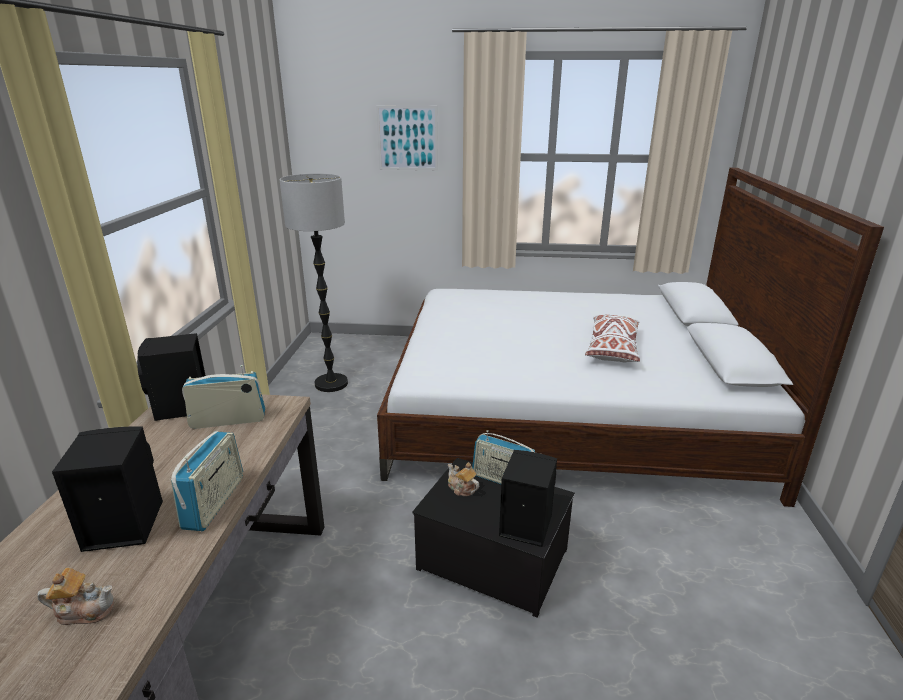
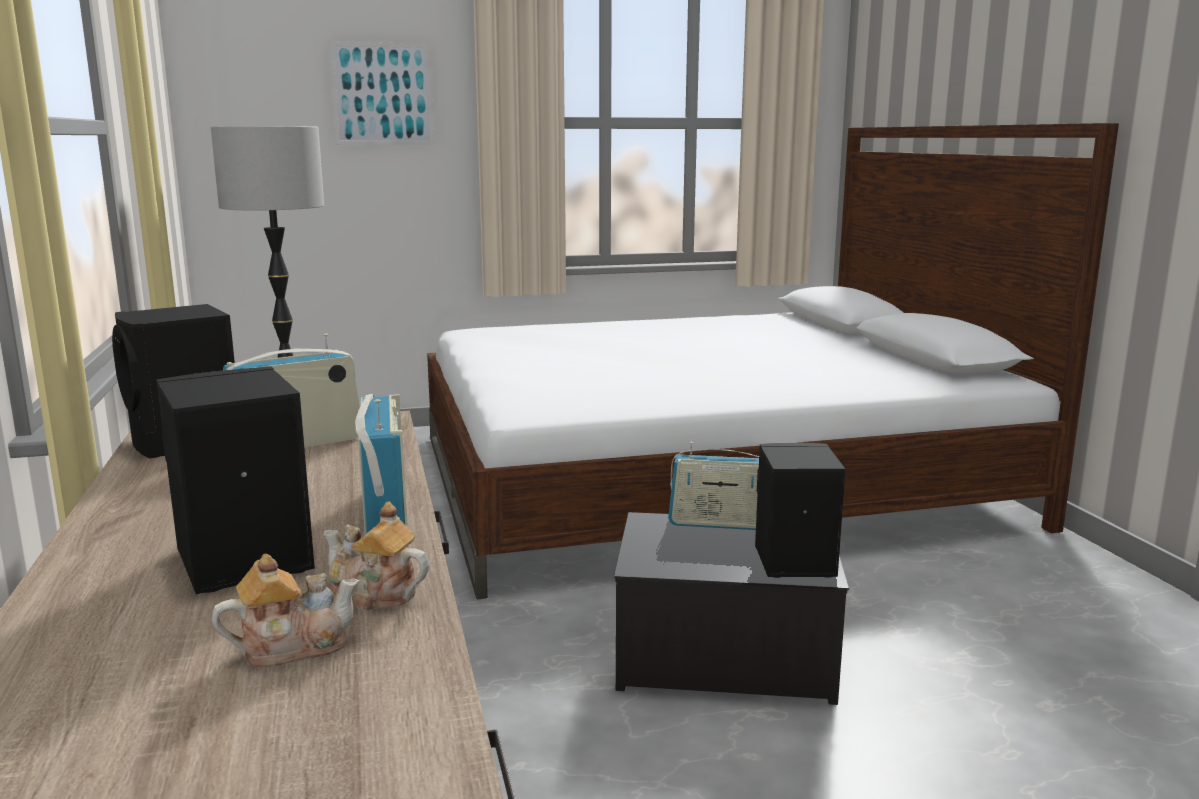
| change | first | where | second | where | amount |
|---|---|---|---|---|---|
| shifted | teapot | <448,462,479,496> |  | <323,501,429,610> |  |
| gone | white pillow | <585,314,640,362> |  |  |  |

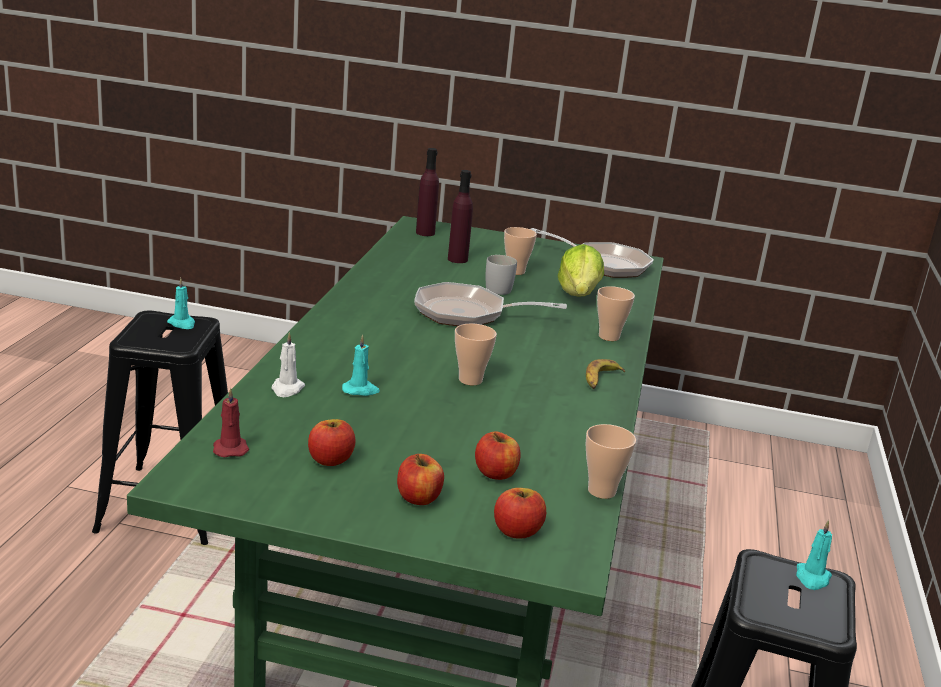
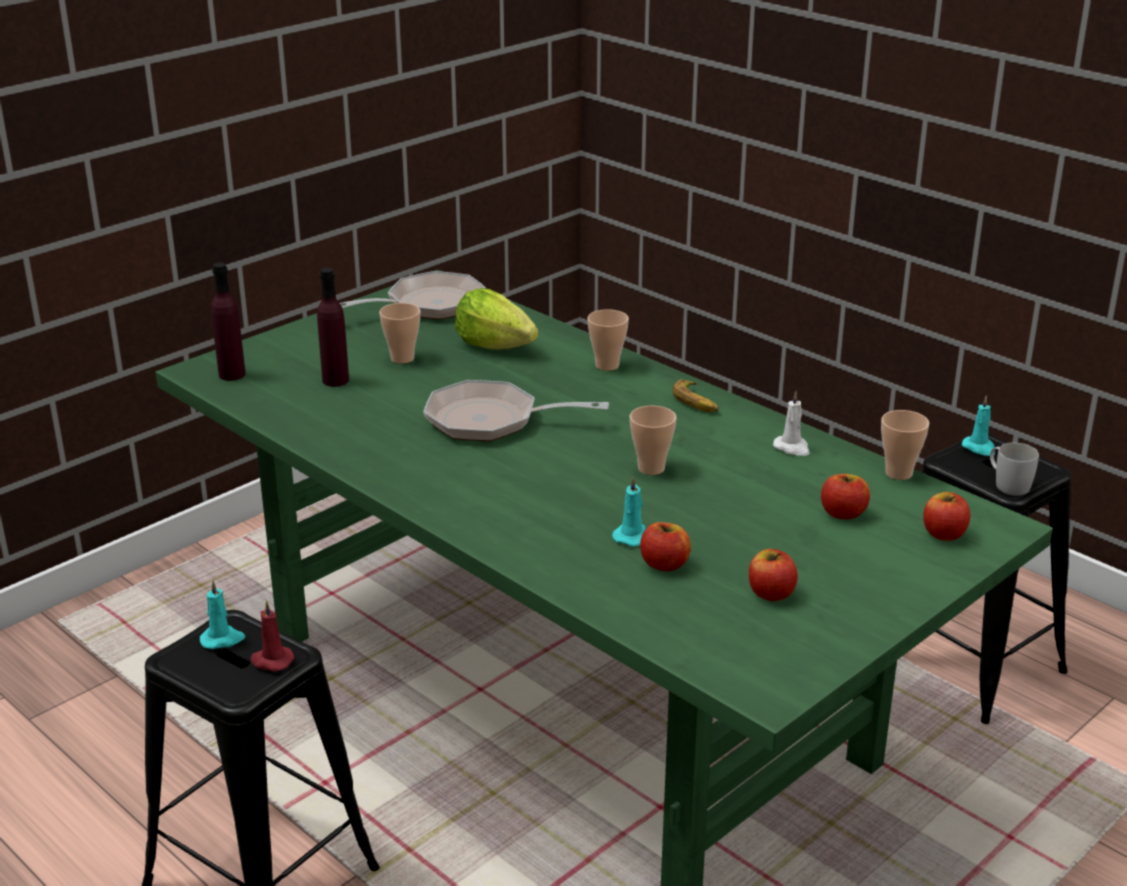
| change | first | where | second | where | amount |
|---|---|---|---|---|---|
| shifted | red candle | <213,388,249,457> |  | <250,601,295,672> |  |
| rotated | frying pan | <414,282,567,326> |  | <423,380,609,441> | 60 degrees clockwise |
| shifted | apple | <397,454,444,505> |  | <640,522,691,571> |  |
| shifted | white candle | <272,332,305,397> |  | <773,391,810,456> |  |
| shifted | white mug | <486,255,517,295> |  | <990,442,1039,496> |  |

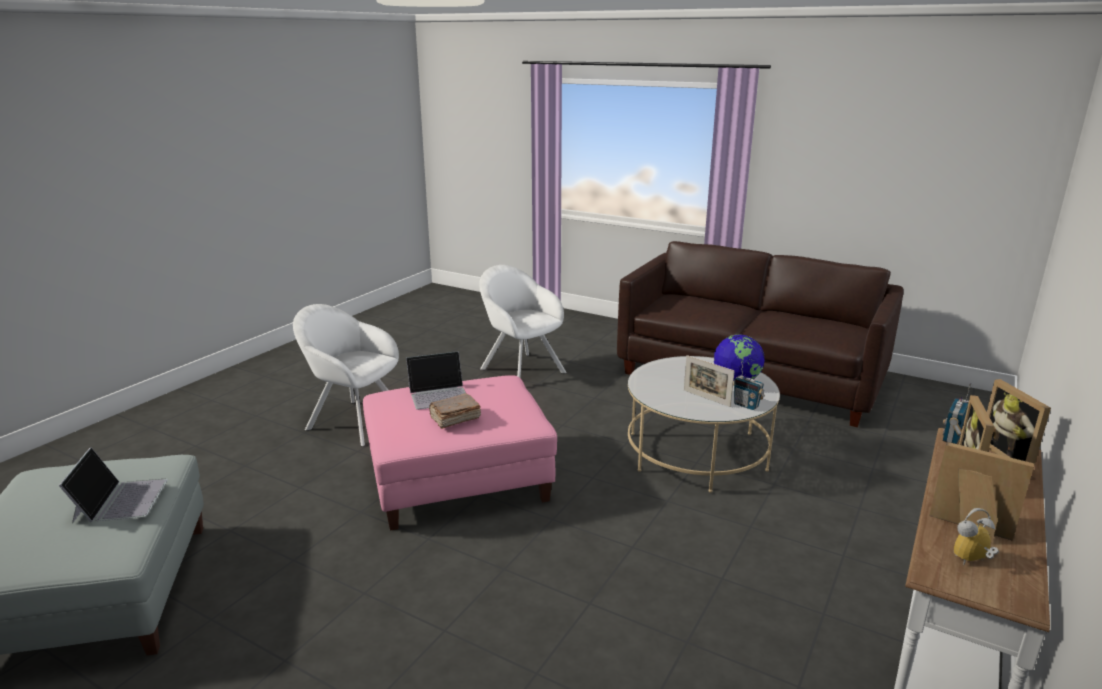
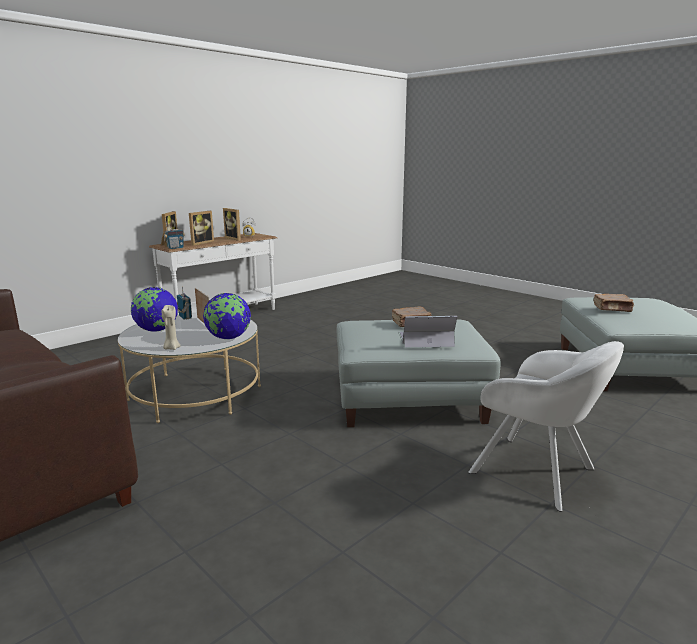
| change | first | where | second | where | amount |
|---|---|---|---|---|---|
| new |  |  | beige candle | <162,305,180,350> |  |
| new |  |  | globe | <203,293,251,339> |  |
| repainted | pink ottoman | <363,375,557,531> | grey ottoman | <337,319,501,427> |  |
| swapped | laptop | <59,447,168,523> | brown book | <593,294,634,312> |  |
| gone | white armchair | <479,265,567,378> |  |  |  |

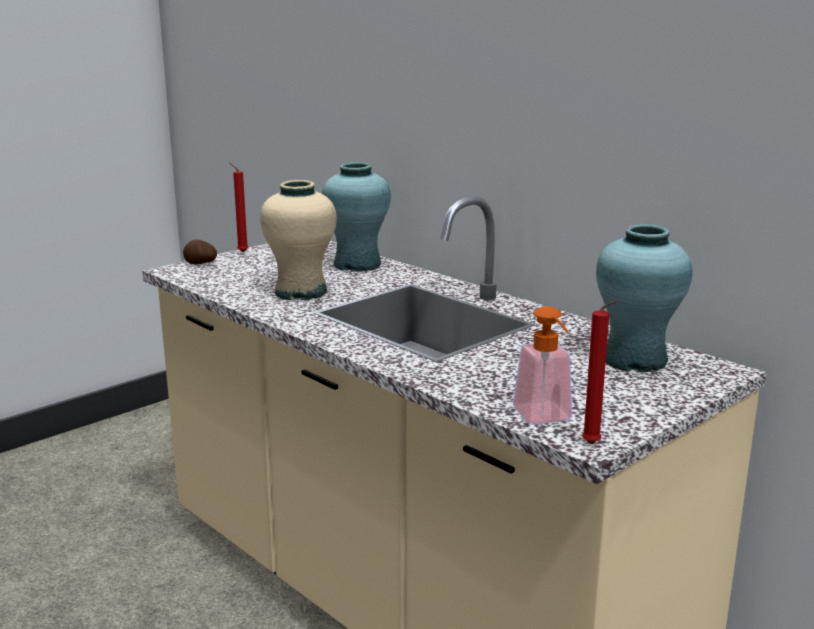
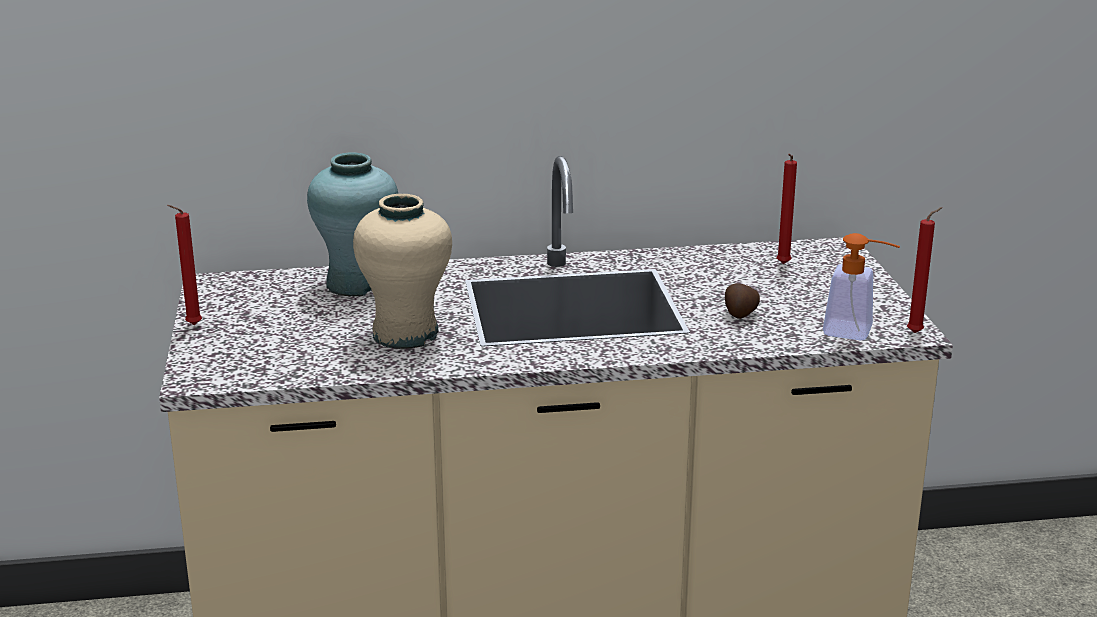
| change | first | where | second | where | amount |
|---|---|---|---|---|---|
| shifted | potato | <183,239,217,264> |  | <725,283,760,319> |  |
| swapped | turquoise vase | <596,224,693,372> | red candle | <777,154,797,264> |  |

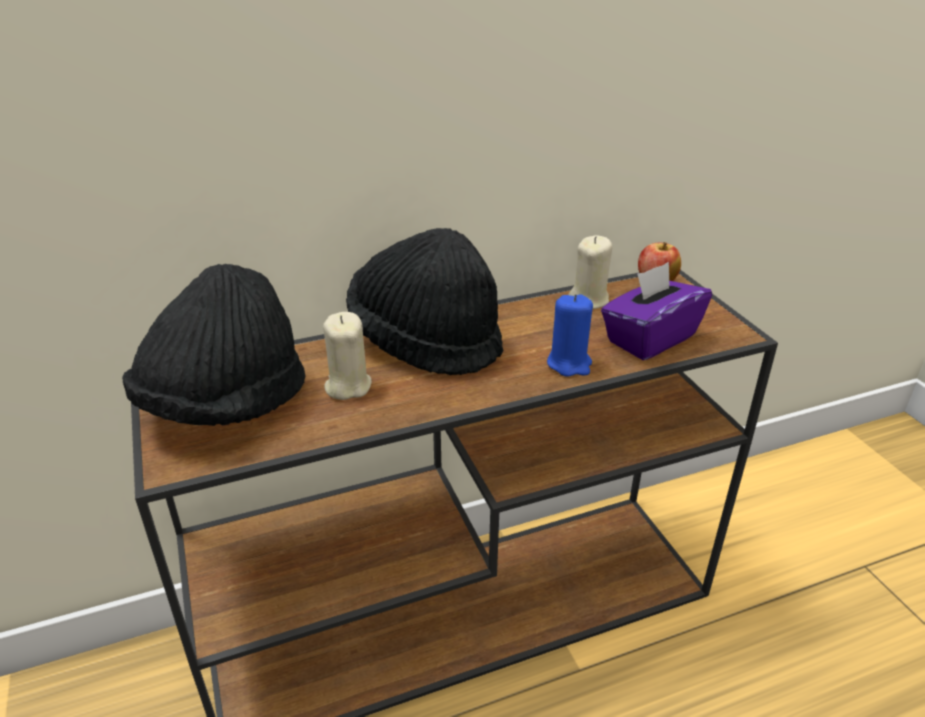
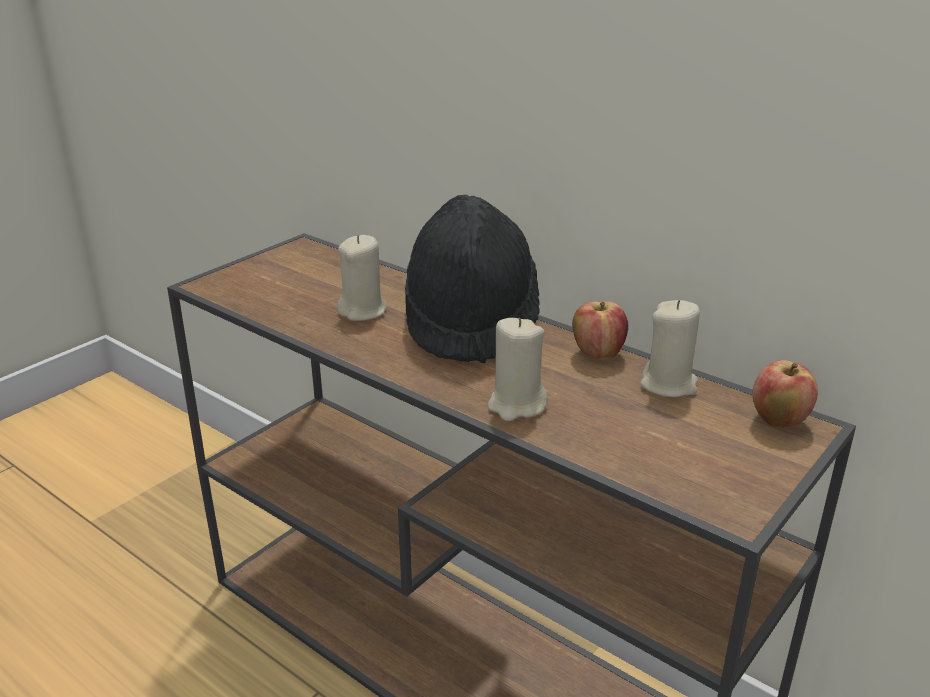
| change | first | where | second | where | amount |
|---|---|---|---|---|---|
| repainted | blue candle | <547,294,593,377> | beige candle | <488,318,548,421> |  |
| new |  |  | apple | <572,301,628,360> |  |
| gone | black hat | <122,264,306,426> |  |  |  |
| gone | purple tissue box | <601,262,712,360> |  |  |  |

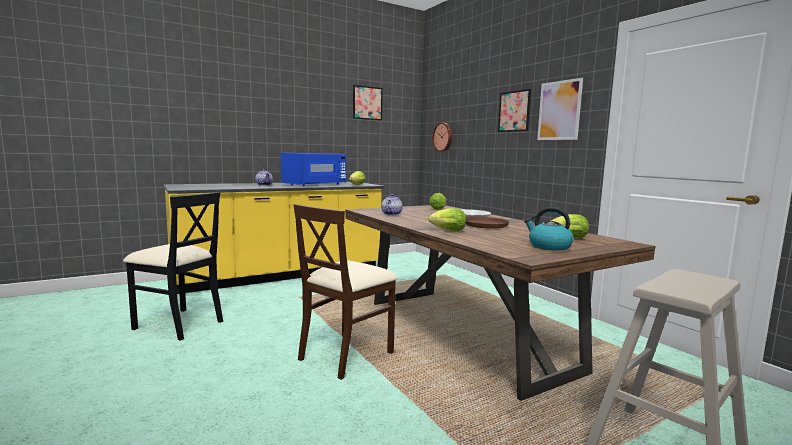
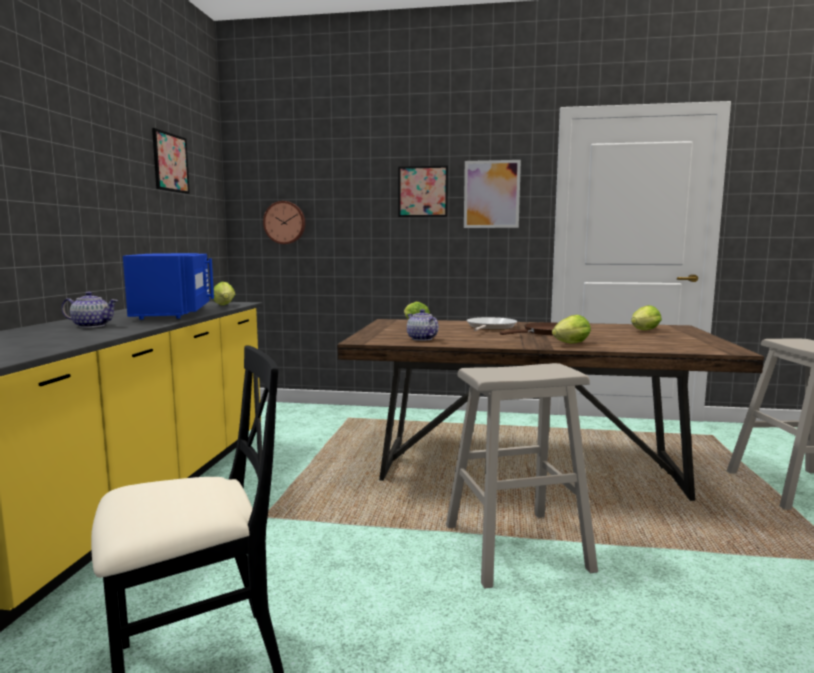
| change | first | where | second | where | amount |
|---|---|---|---|---|---|
| swapped | beige chair | <294,204,398,380> | beige stool | <446,363,598,589> |  |
| gone | kettle | <524,207,574,251> |  |  |  |

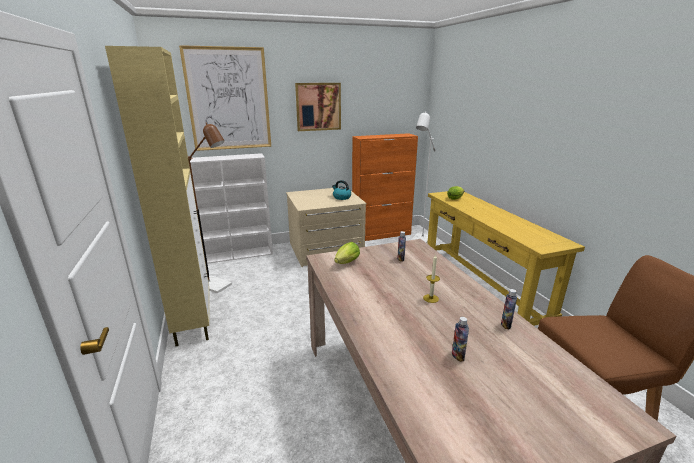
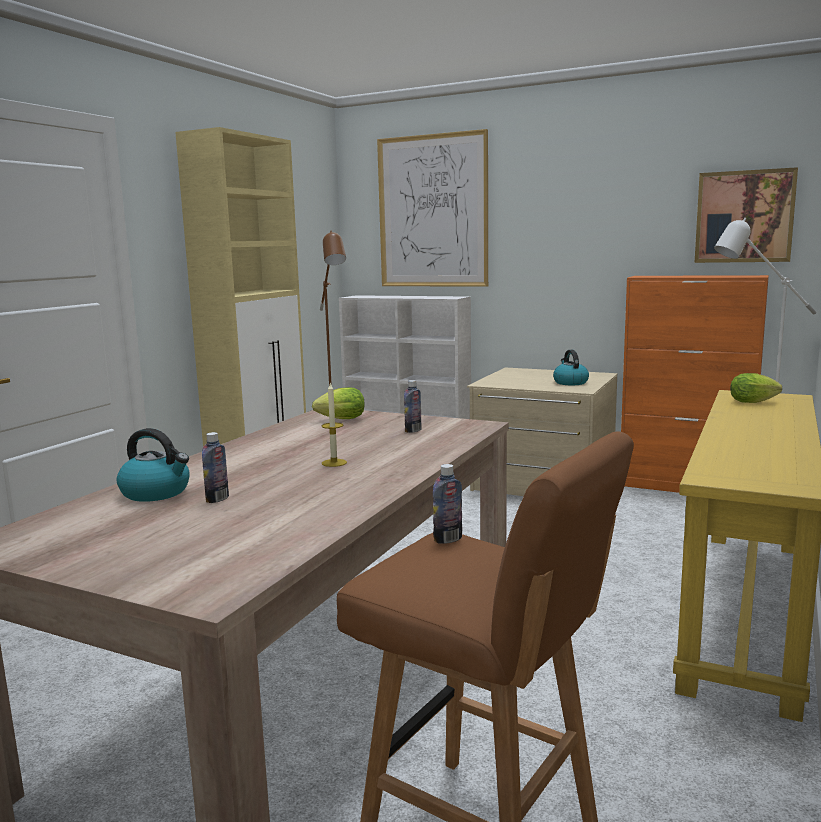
| change | first | where | second | where | amount |
|---|---|---|---|---|---|
| new |  |  | kettle | <117,428,190,502> |  |
| shifted | bottle | <501,289,517,329> |  | <433,464,462,544> |  |
| shifted | picture | <295,83,341,131> |  | <694,167,798,263> |  |

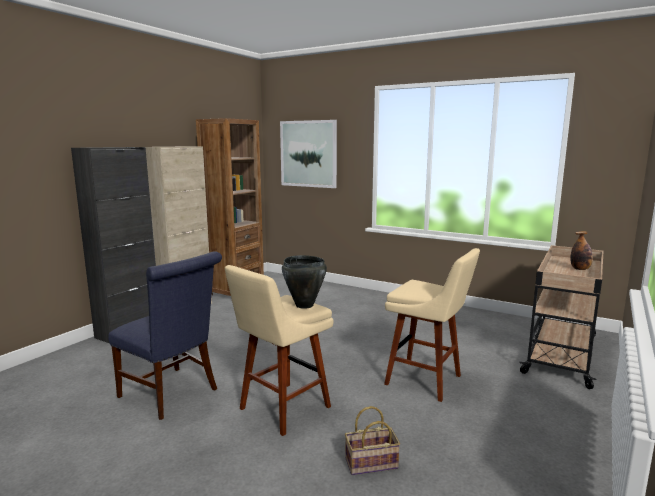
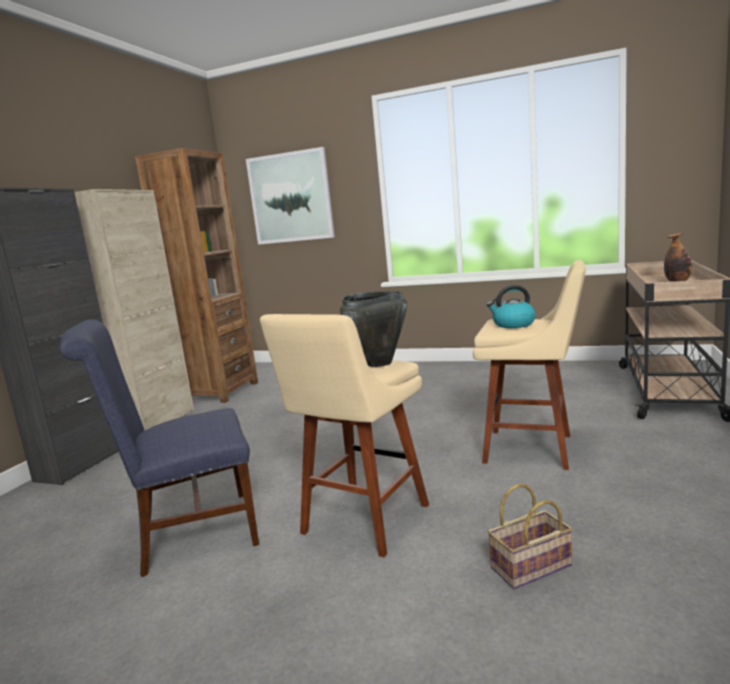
| change | first | where | second | where | amount |
|---|---|---|---|---|---|
| rotated | blue chair | <108,251,222,420> |  | <60,319,259,577> | 135 degrees clockwise |
| new |  |  | kettle | <487,285,536,328> |  |

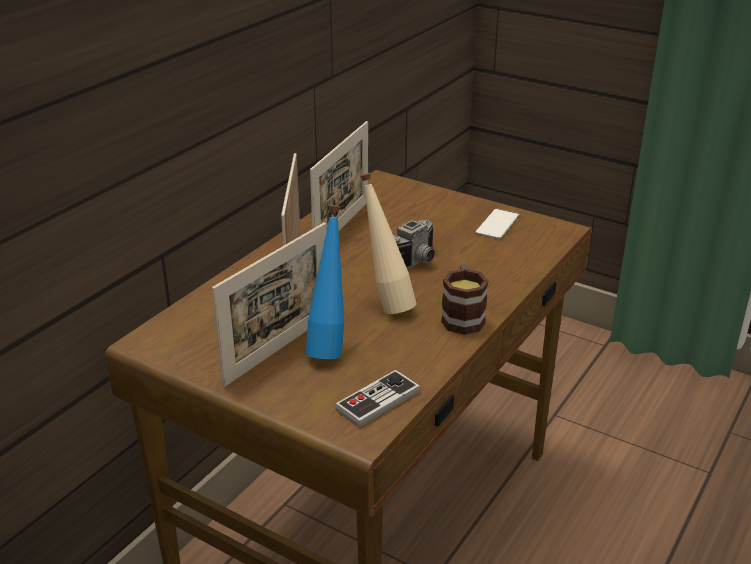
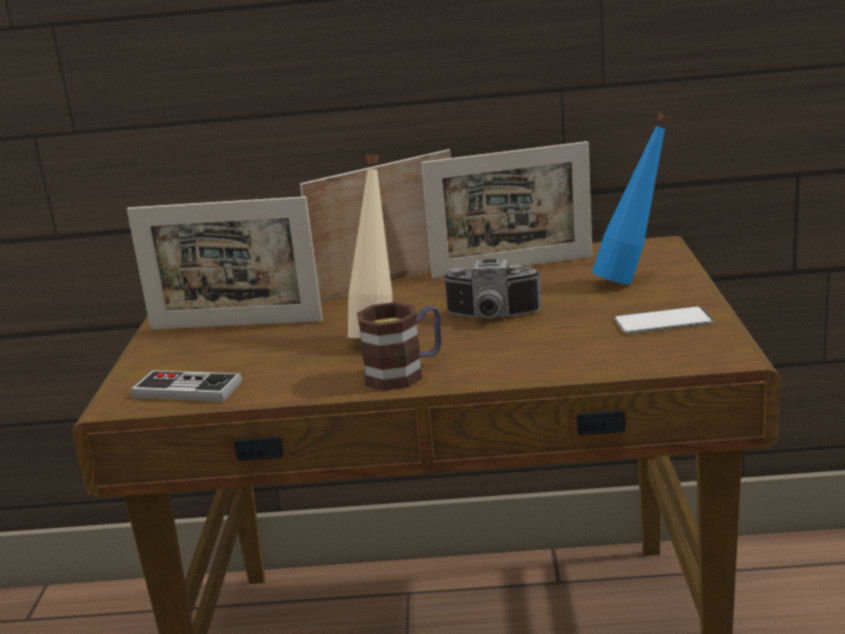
| change | first | where | second | where | amount |
|---|---|---|---|---|---|
| shifted | blue bottle | <306,205,344,359> |  | <592,112,671,284> |  |

